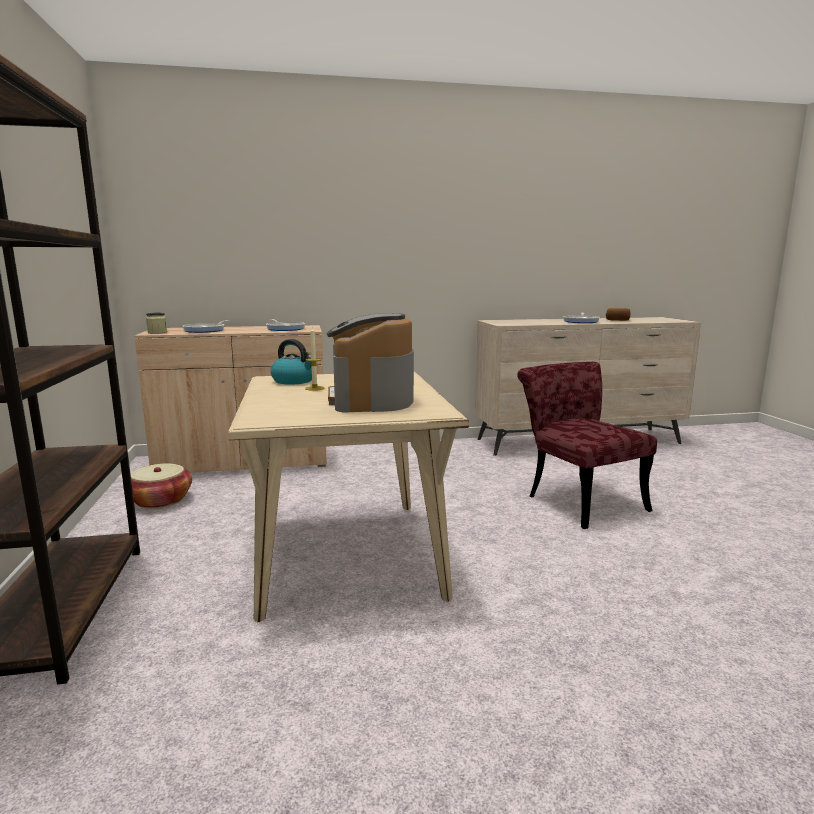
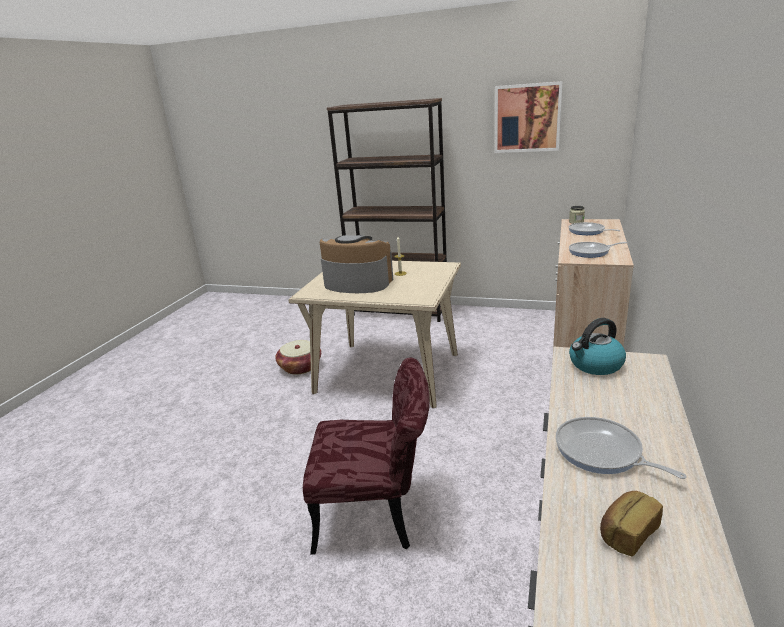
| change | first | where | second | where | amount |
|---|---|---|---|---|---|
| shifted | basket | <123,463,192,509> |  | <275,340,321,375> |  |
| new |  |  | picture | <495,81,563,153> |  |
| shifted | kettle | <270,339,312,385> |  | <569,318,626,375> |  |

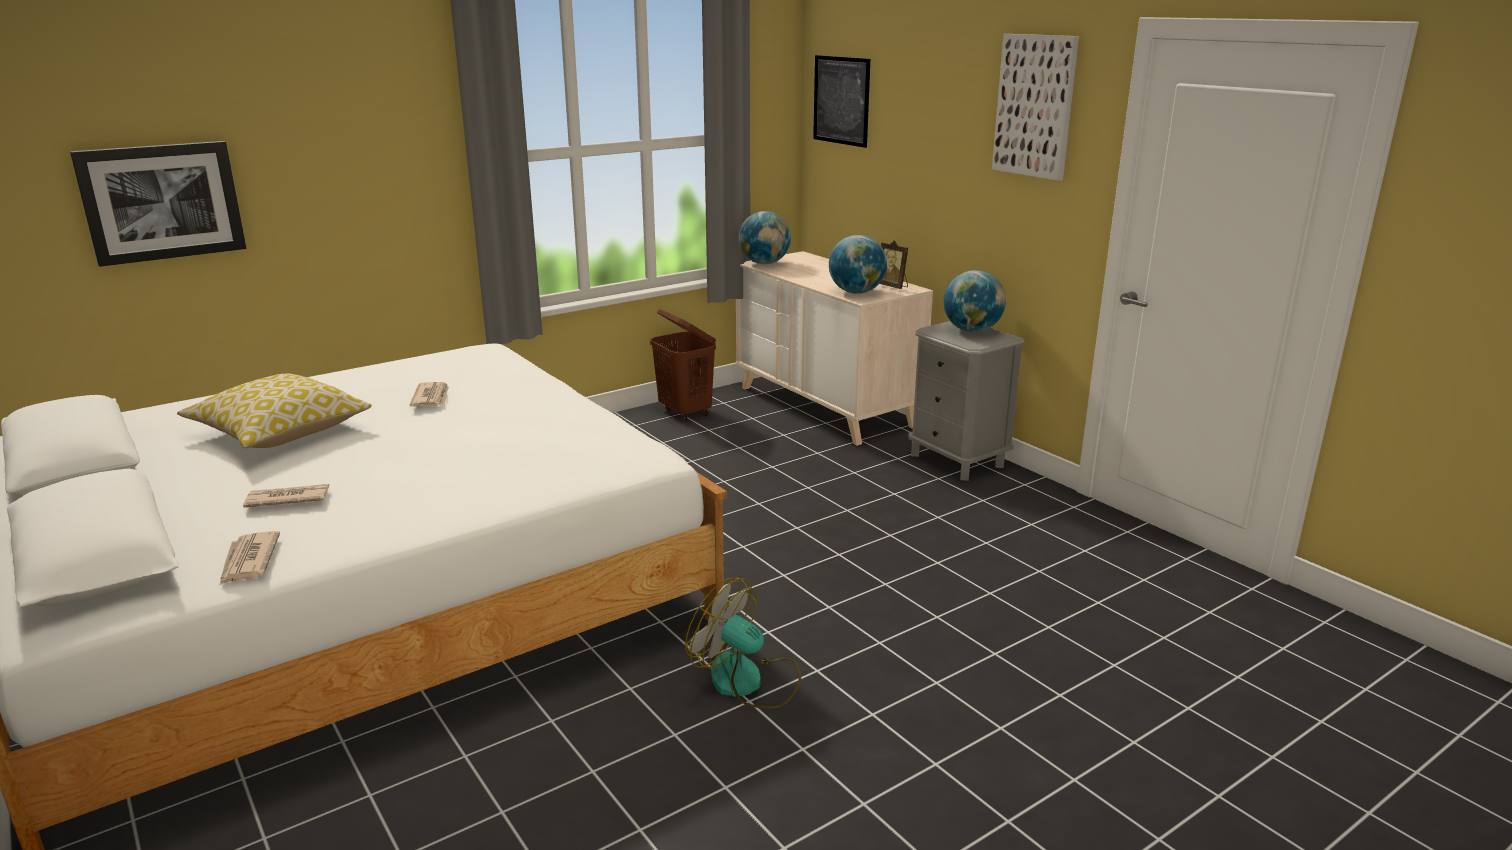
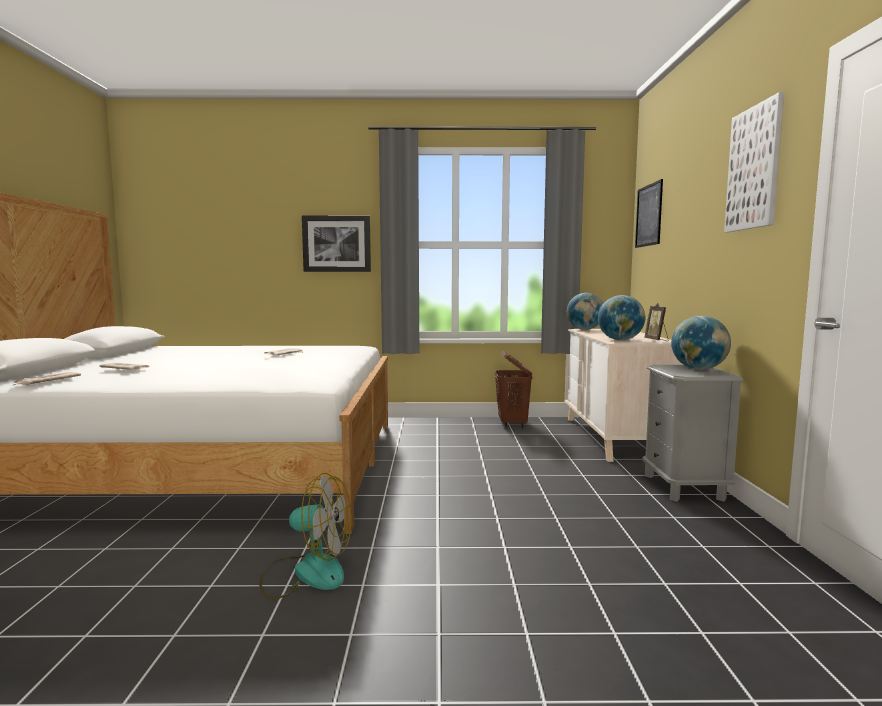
| change | first | where | second | where | amount |
|---|---|---|---|---|---|
| rotated | fan | <685,578,801,709> |  | <259,473,351,600> | 120 degrees clockwise |
| shifted | picture | <70,141,246,267> |  | <302,216,371,272> |  |
| gone | pillow | <177,374,372,448> |  |  |  |

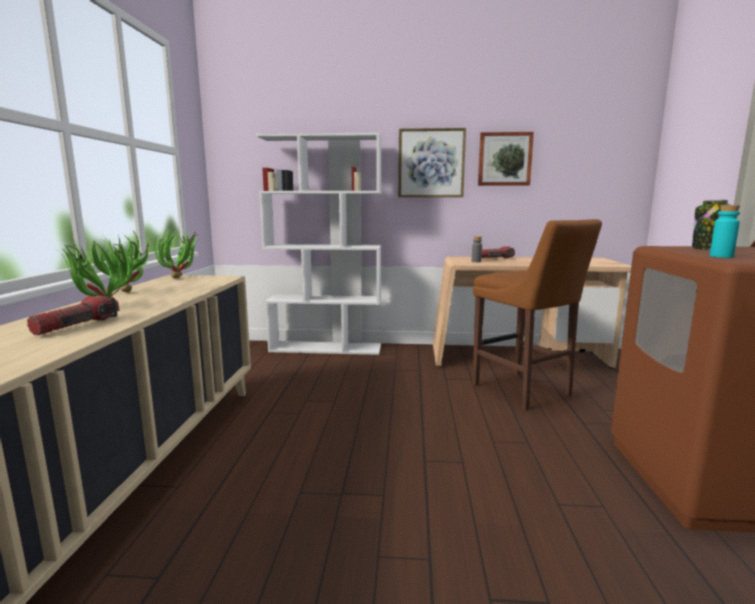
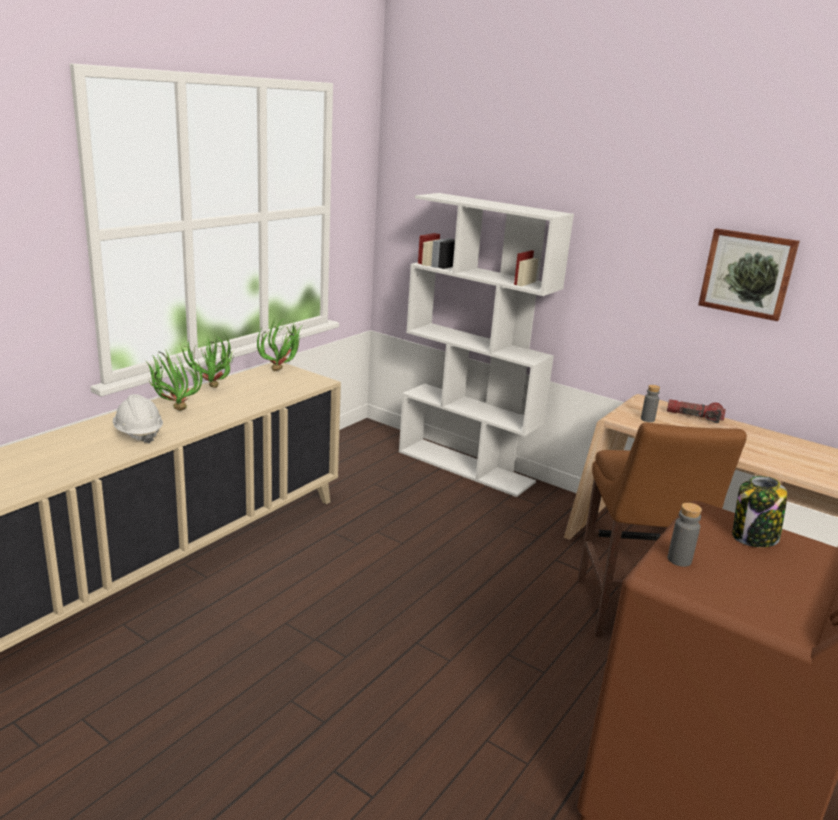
| change | first | where | second | where | amount |
|---|---|---|---|---|---|
| swapped | flashlight | <27,296,119,335> | white hard hat | <113,394,163,444> |  |
| repainted | turquoise bottle | <710,205,740,258> | grey bottle | <668,503,702,567> |  |
| gone | picture | <398,128,466,197> |  |  |  |

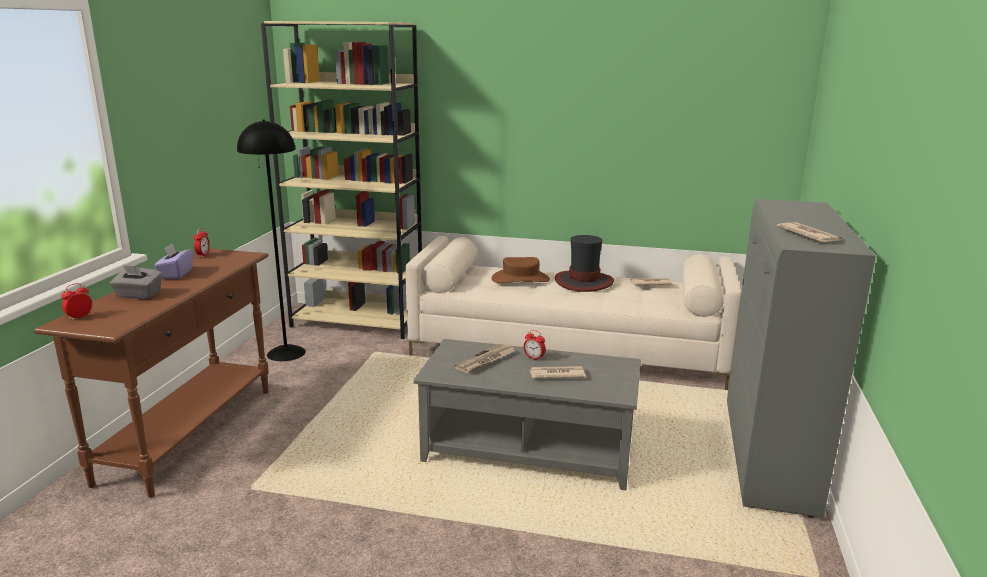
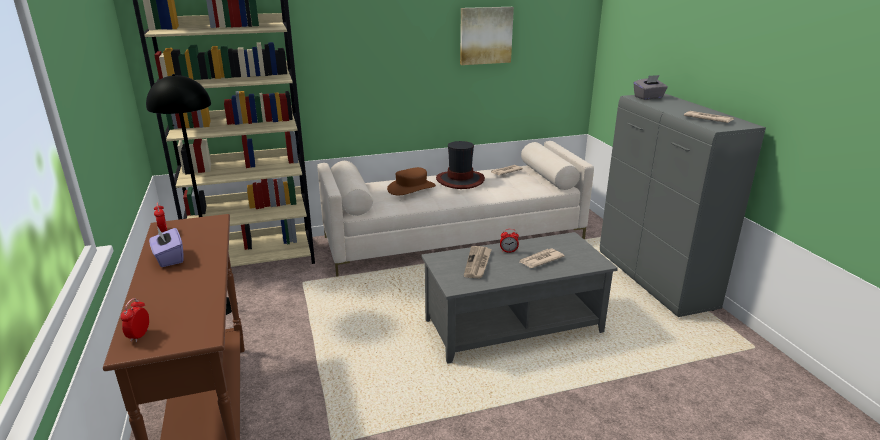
| change | first | where | second | where | amount |
|---|---|---|---|---|---|
| new |  |  | picture | <460,7,514,65> |  |
| shifted | grey tissue box | <110,265,162,299> |  | <634,75,668,100> |  |

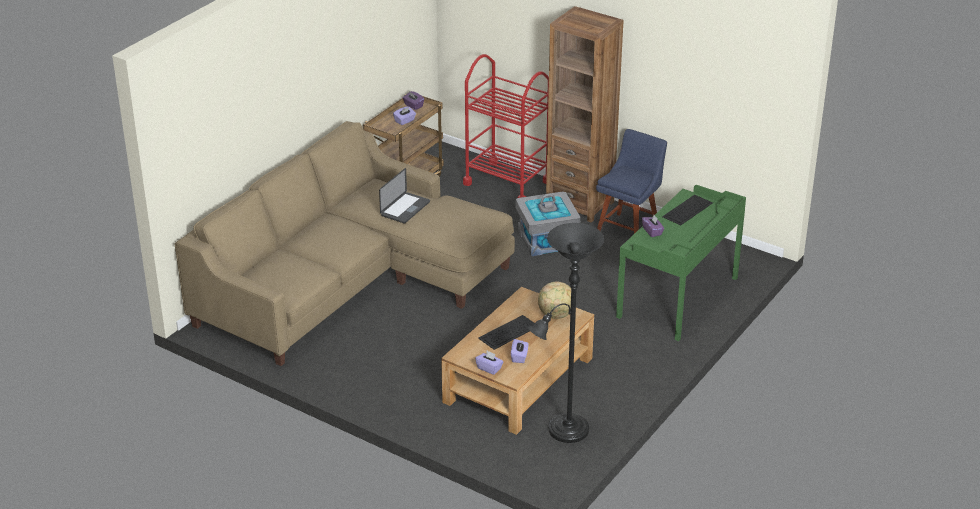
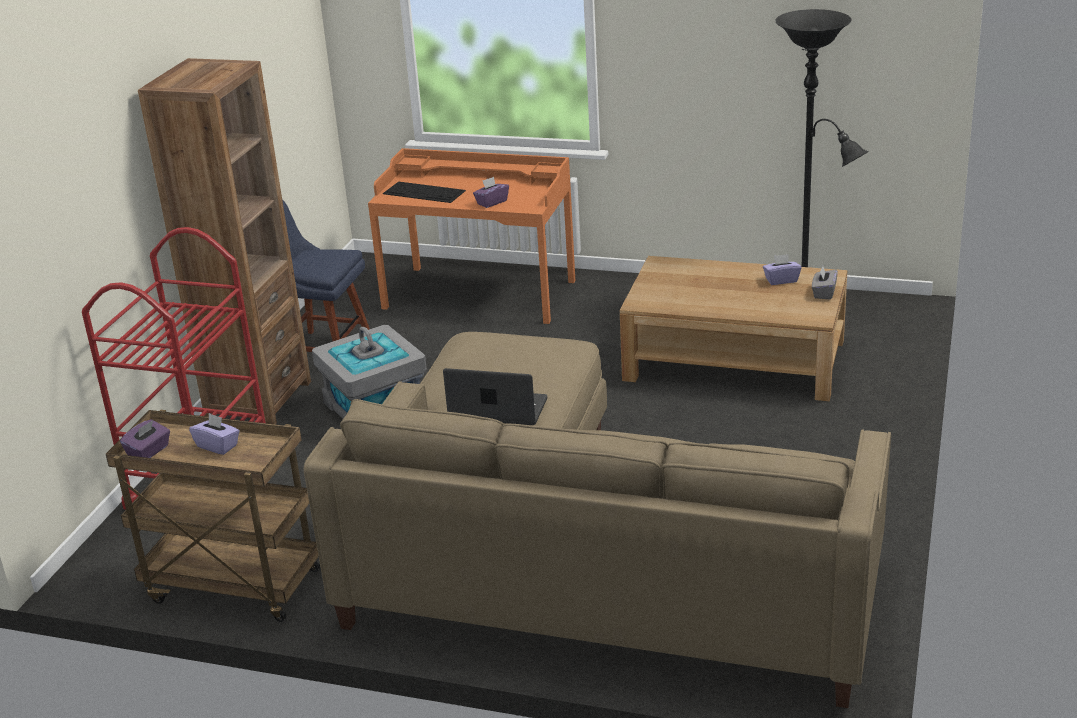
| change | first | where | second | where | amount |
|---|---|---|---|---|---|
| repainted | green desk | <616,185,746,341> | orange desk | <368,148,575,324> |  |
| repainted | purple tissue box | <475,351,503,375> | grey tissue box | <812,266,838,300> |  |
| gone | keyboard | <478,315,534,350> |  |  |  |
| gone | globe | <538,282,571,319> |  |  |  |

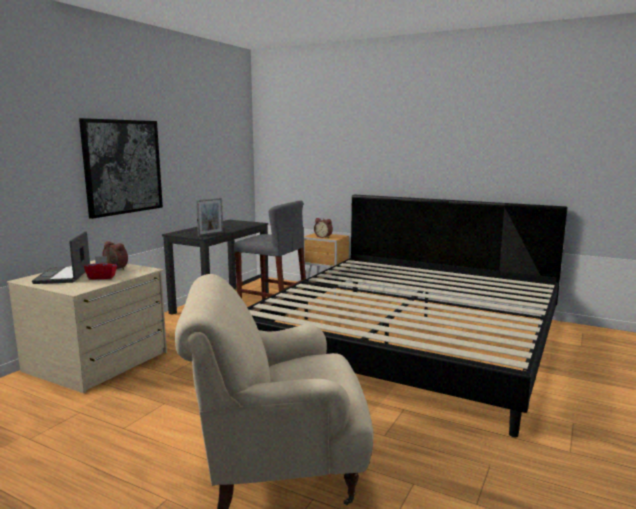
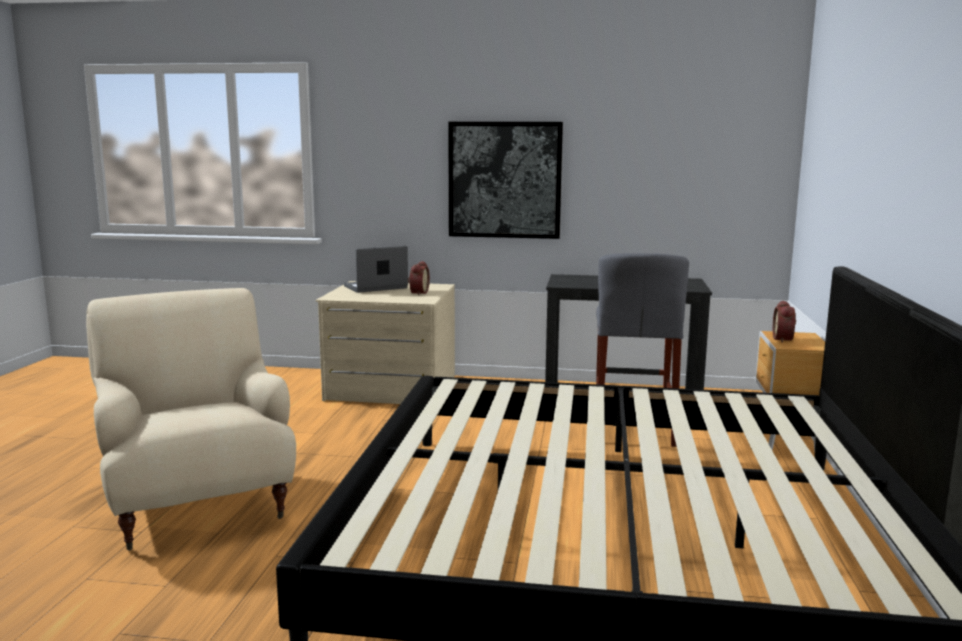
| change | first | where | second | where | amount |
|---|---|---|---|---|---|
| gone | red tissue box | <84,256,117,280> |  |  |  |
| gone | picture frame | <196,198,223,236> |  |  |  |

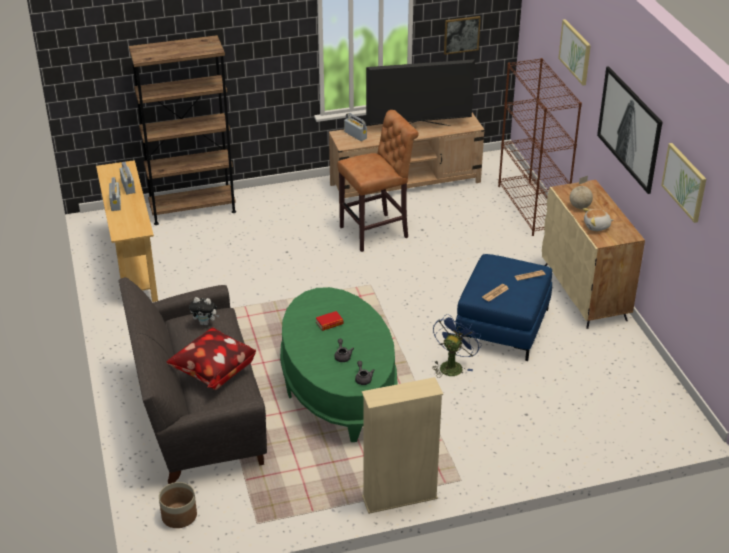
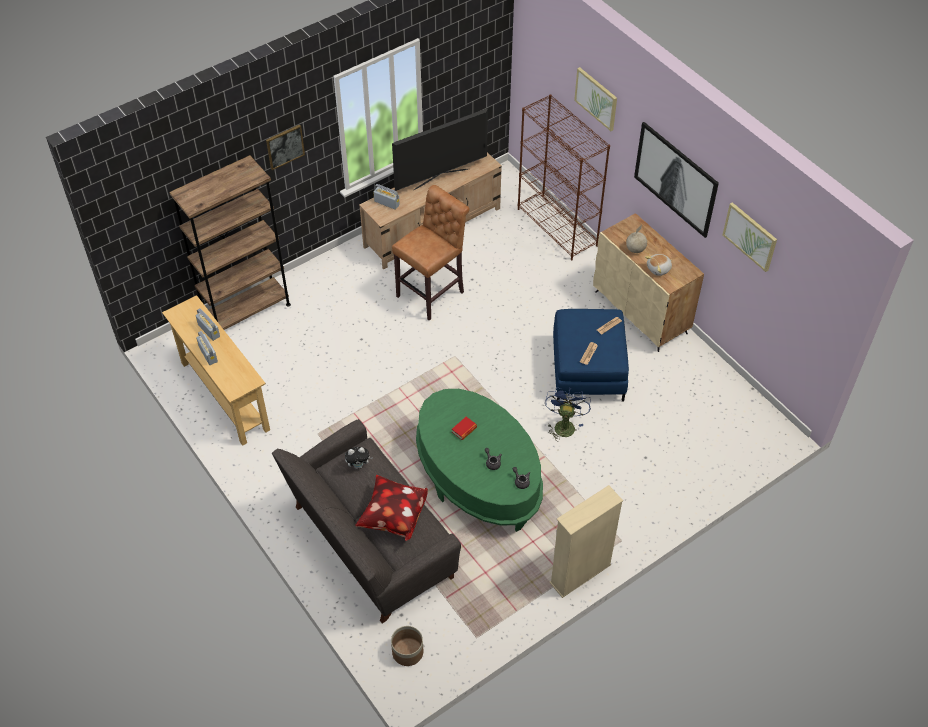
| change | first | where | second | where | amount |
|---|---|---|---|---|---|
| shifted | picture | <444,16,481,55> |  | <266,125,305,170> |  |

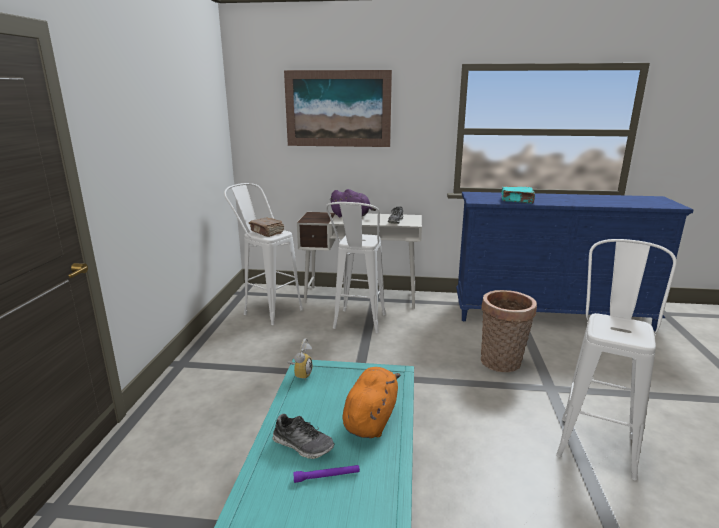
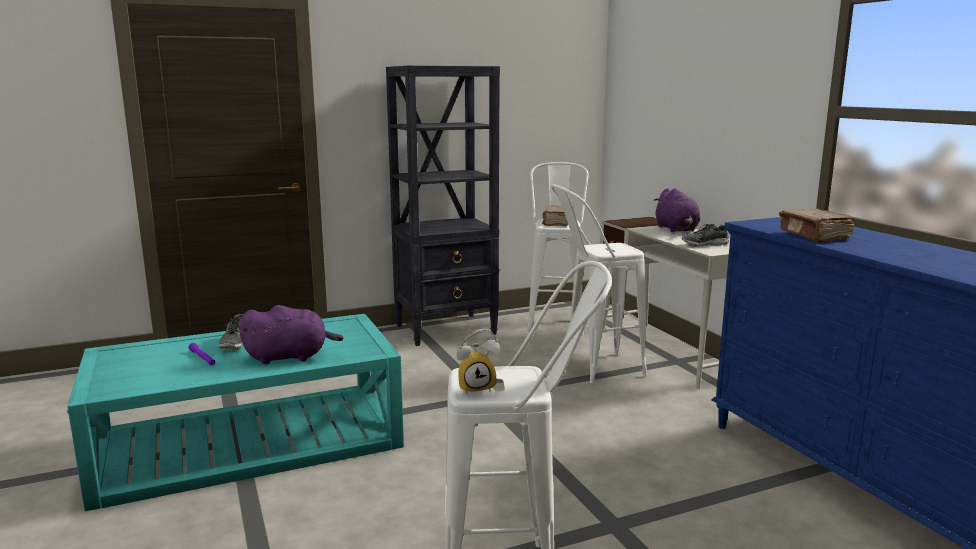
| change | first | where | second | where | amount |
|---|---|---|---|---|---|
| repainted | orange plush toy | <342,367,401,438> | purple plush toy | <240,305,344,364> |  |
| new |  |  | black bookcase | <386,66,500,346> |  |
| shifted | alarm clock | <288,338,312,380> |  | <457,329,500,395> |  |
| repainted | turquoise book | <501,186,535,204> | brown book | <779,209,854,243> |  |
| gone | picture | <284,70,392,147> |  |  |  |
| gone | basket | <481,290,537,372> |  |  |  |

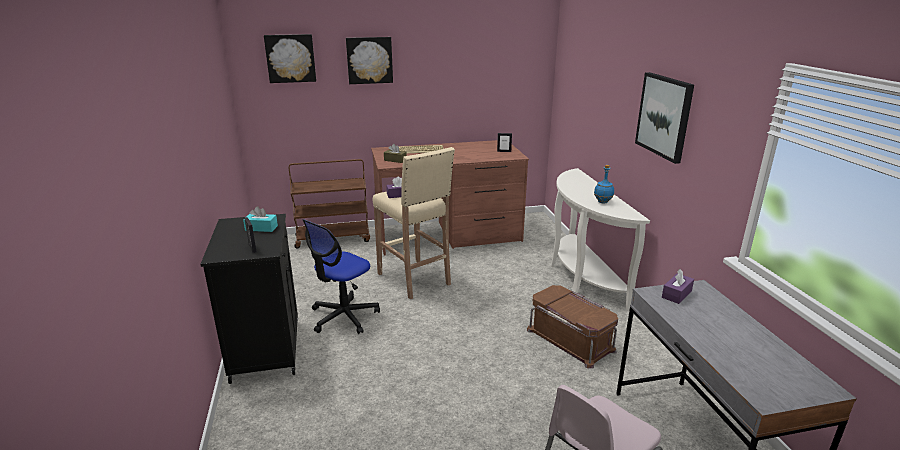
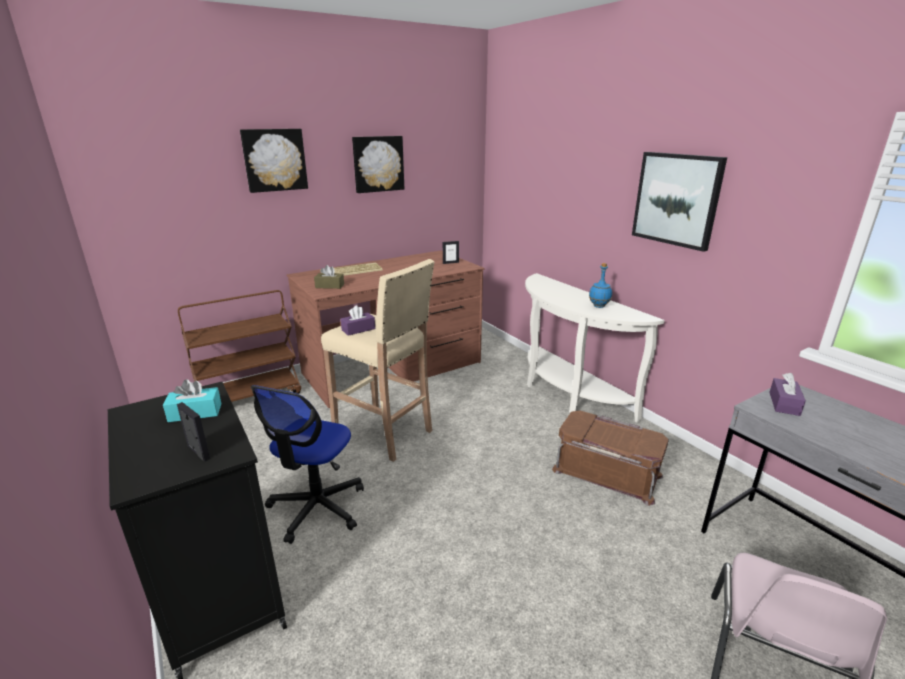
| change | first | where | second | where | amount |
|---|---|---|---|---|---|
| shifted | picture | <264,34,316,83> |  | <352,136,404,193> |  |

